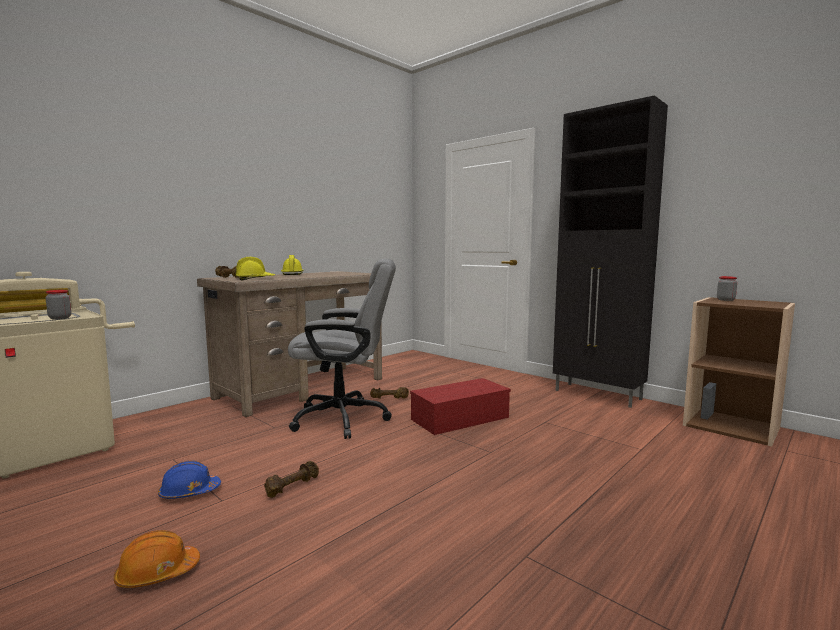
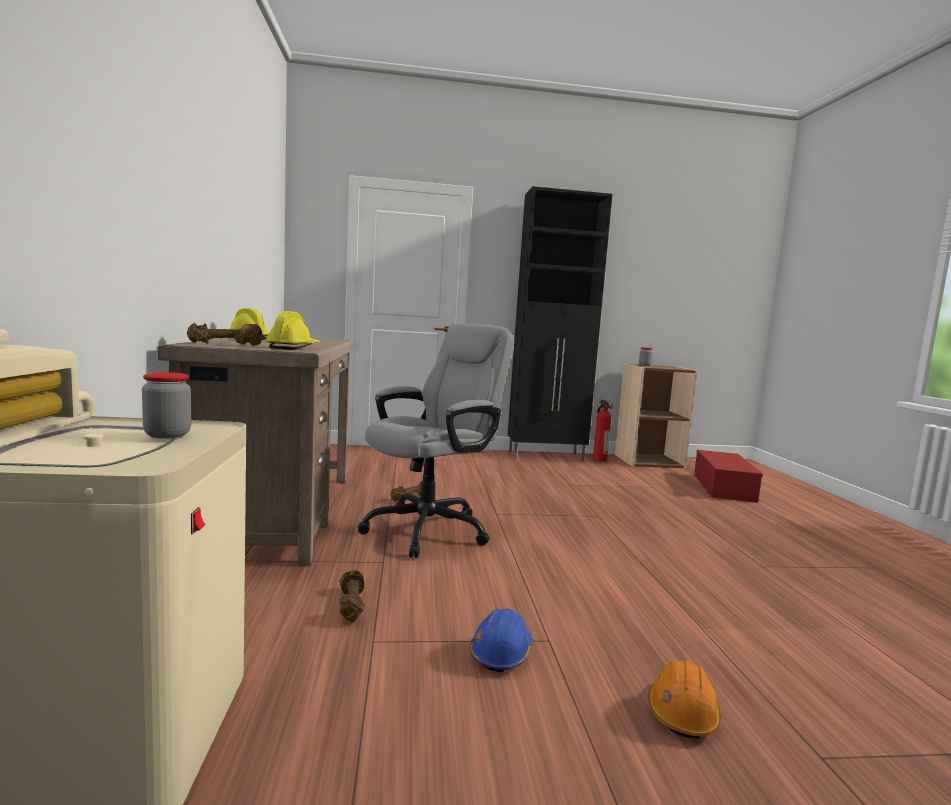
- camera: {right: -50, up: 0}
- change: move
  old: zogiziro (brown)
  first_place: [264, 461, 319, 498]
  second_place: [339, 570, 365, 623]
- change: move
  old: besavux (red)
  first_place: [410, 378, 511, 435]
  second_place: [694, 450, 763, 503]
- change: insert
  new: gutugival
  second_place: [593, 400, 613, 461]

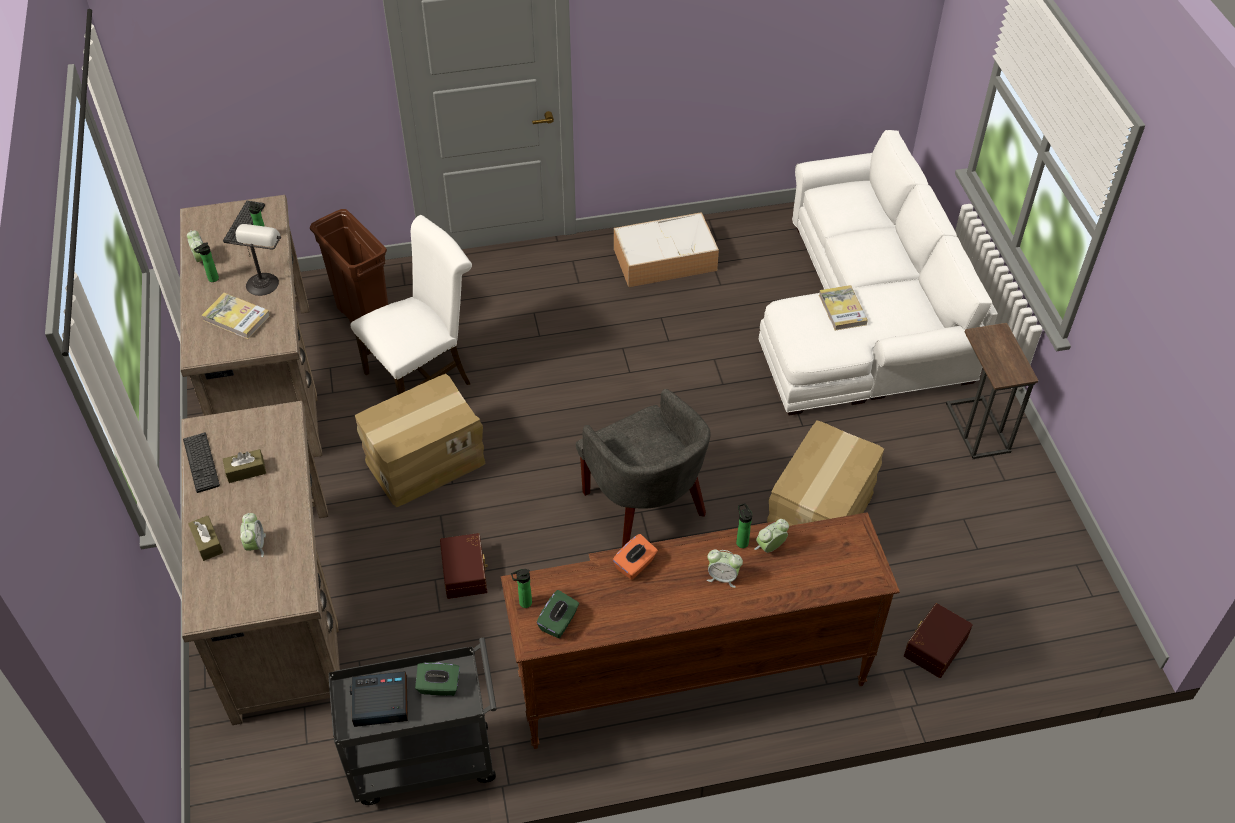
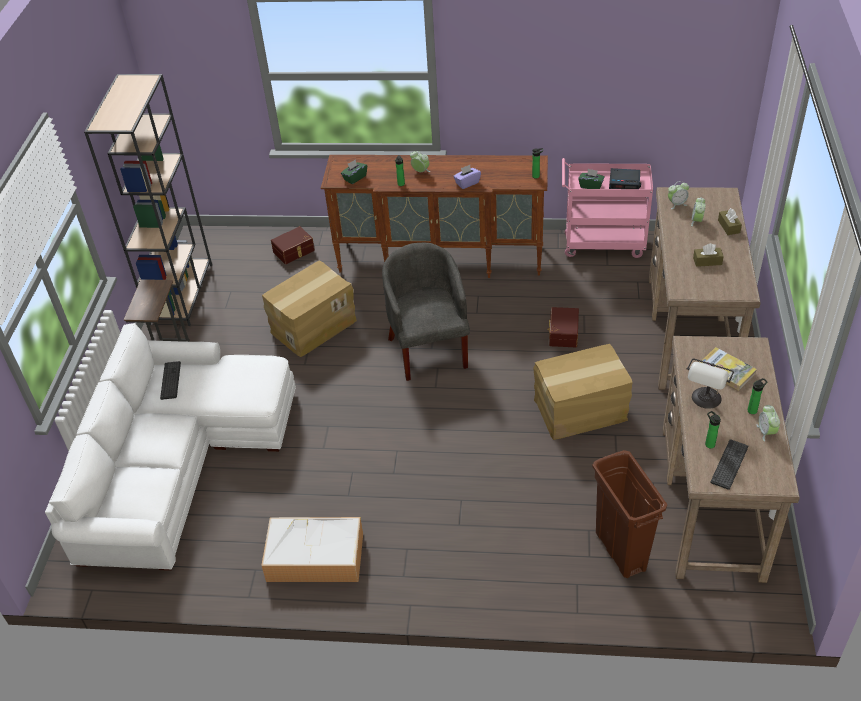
- camera: {right: -160, up: -5}
- change: move
  old: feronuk
  first_place: [183, 433, 220, 493]
  second_place: [160, 361, 181, 400]
- change: recolor
  old: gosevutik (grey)
  new: gosevutik (pink)
  first_place: [329, 637, 497, 805]
  second_place: [562, 158, 653, 258]
- change: delete
  old: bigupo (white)
  first_place: [350, 215, 472, 395]
- change: move
  old: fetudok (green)
  first_place: [536, 590, 579, 638]
  second_place: [341, 159, 367, 184]
- change: recolor
  old: fetudok (orange)
  new: fetudok (purple)
  first_place: [613, 534, 657, 580]
  second_place: [453, 165, 481, 189]
- change: move
  old: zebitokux
  first_place: [754, 519, 789, 553]
  second_place: [668, 181, 689, 209]
- change: delete
  old: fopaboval
  first_place: [819, 285, 868, 331]
- change: insert
  new: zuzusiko
  second_place: [84, 74, 212, 326]

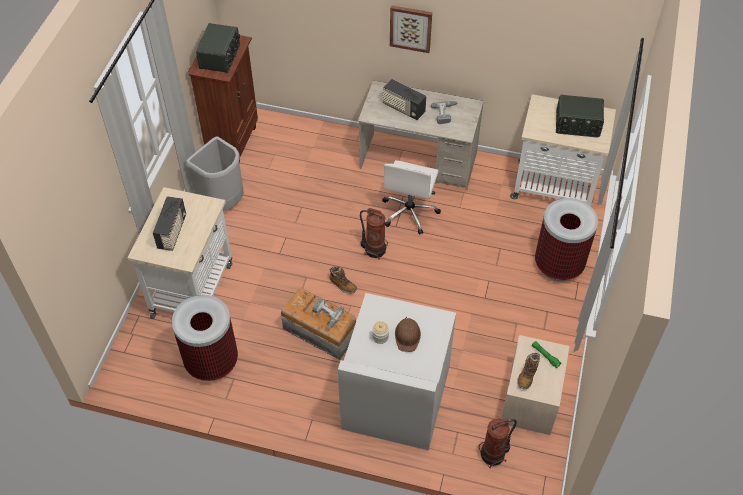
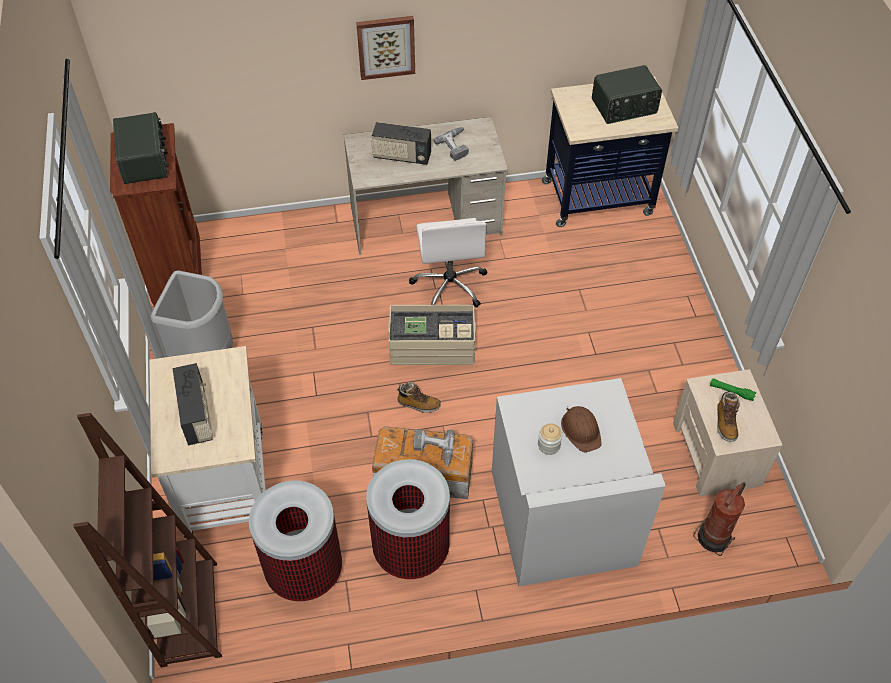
- camera: {right: -25, up: 0}
- change: replace
  old: gutugival
  new: besavux (beige)
  first_place: [360, 208, 388, 260]
  second_place: [388, 305, 476, 365]
- change: recolor
  old: gosevutik (white)
  new: gosevutik (blue)
  first_place: [510, 94, 616, 206]
  second_place: [542, 76, 678, 227]
- change: move
  old: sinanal
  first_place: [535, 198, 598, 281]
  second_place: [366, 459, 450, 579]
- change: insert
  new: zuzusiko (brown)
  second_place: [74, 413, 222, 668]

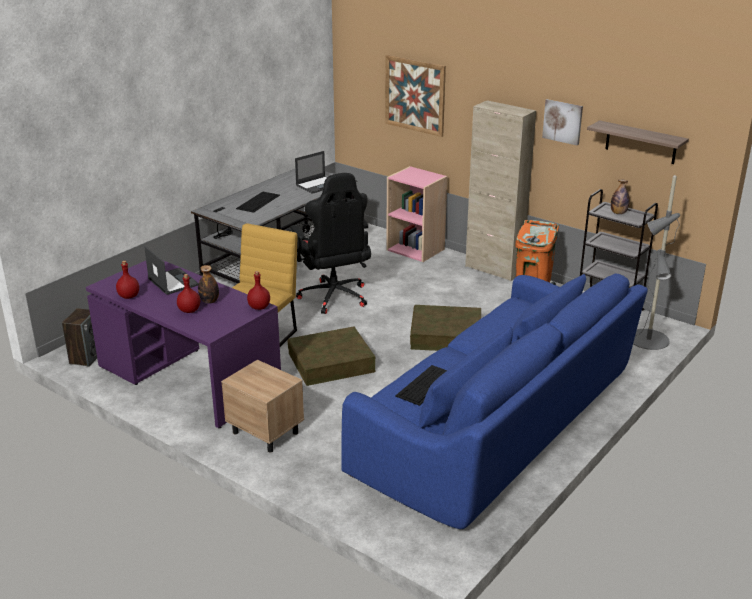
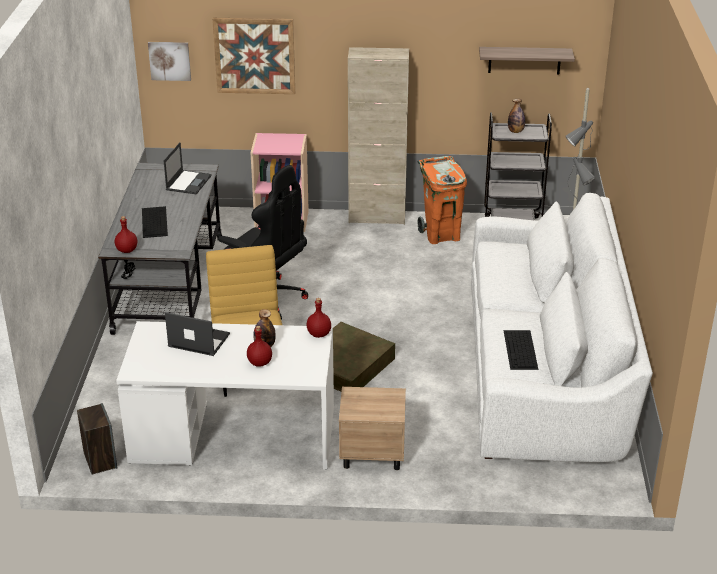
- camera: {right: -35, up: 5}
- change: recolor
  old: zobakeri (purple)
  new: zobakeri (white)
  first_place: [86, 261, 281, 428]
  second_place: [116, 321, 334, 470]
- change: move
  old: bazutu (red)
  first_place: [116, 261, 139, 299]
  second_place: [115, 216, 137, 253]
- change: recolor
  old: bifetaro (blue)
  new: bifetaro (white)
  first_place: [341, 273, 648, 529]
  second_place: [471, 193, 653, 462]
- change: delete
  old: besavux (brown)
  first_place: [410, 305, 481, 351]
- change: move
  old: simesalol
  first_place: [542, 99, 583, 145]
  second_place: [148, 42, 191, 81]

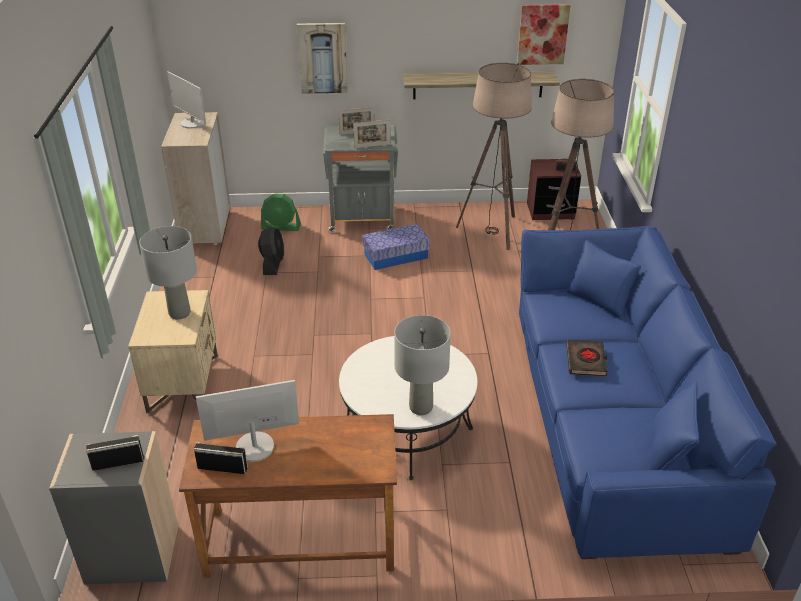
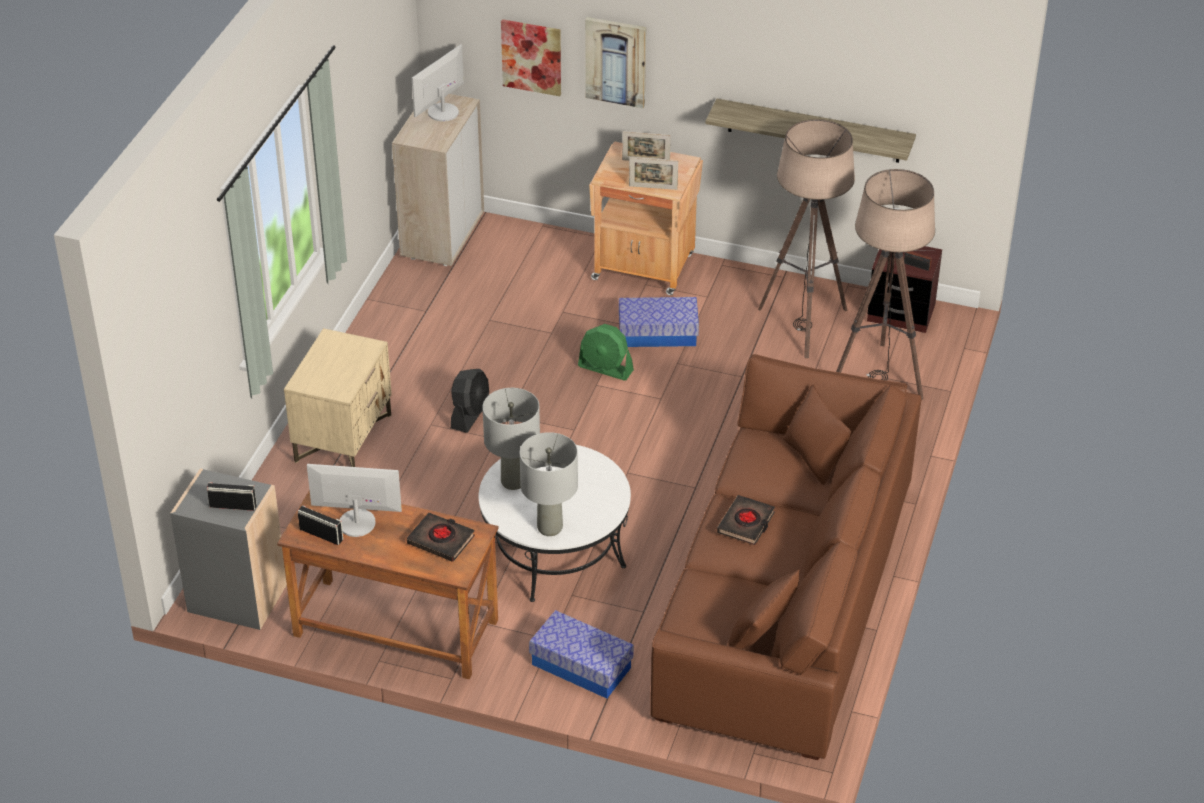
- camera: {right: 20, up: 5}
- change: move
  old: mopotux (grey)
  first_place: [139, 226, 197, 319]
  second_place: [483, 388, 540, 490]
- change: rotate
  old: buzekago
  first_place: [167, 71, 206, 129]
  second_place: [412, 44, 464, 122]
  degrees: 60
- change: move
  old: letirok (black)
  first_place: [258, 227, 284, 275]
  second_place: [451, 369, 489, 433]
- change: move
  old: letirok (green)
  first_place: [261, 193, 301, 231]
  second_place: [578, 324, 634, 381]
- change: recolor
  old: gosevutik (grey)
  new: gosevutik (brown)
  first_place: [323, 125, 398, 233]
  second_place: [589, 141, 703, 296]
- change: move
  old: simesalol
  first_place: [517, 4, 570, 65]
  second_place: [501, 19, 561, 96]
- change: recolor
  old: bifetaro (blue)
  new: bifetaro (brown)
  first_place: [519, 226, 777, 559]
  second_place: [650, 354, 922, 760]
- change: insert
  new: fopaboval (black)
  second_place: [407, 513, 475, 562]
- change: insert
  new: besavux
  second_place: [529, 610, 634, 698]

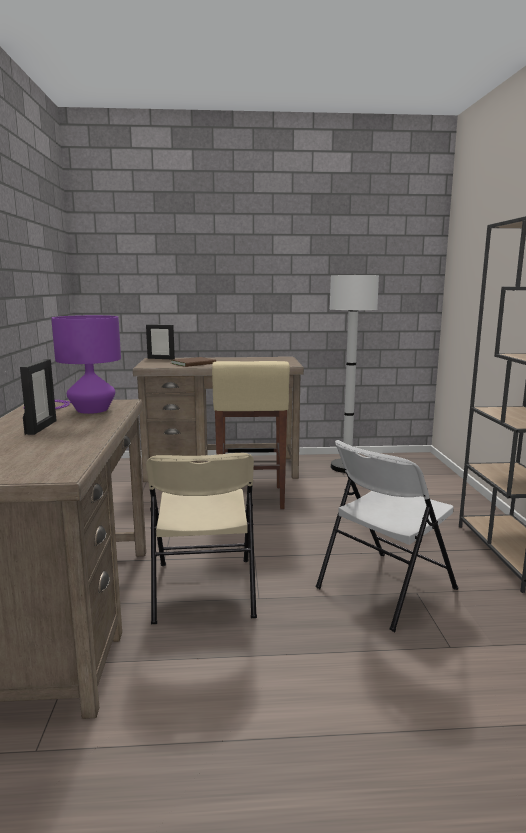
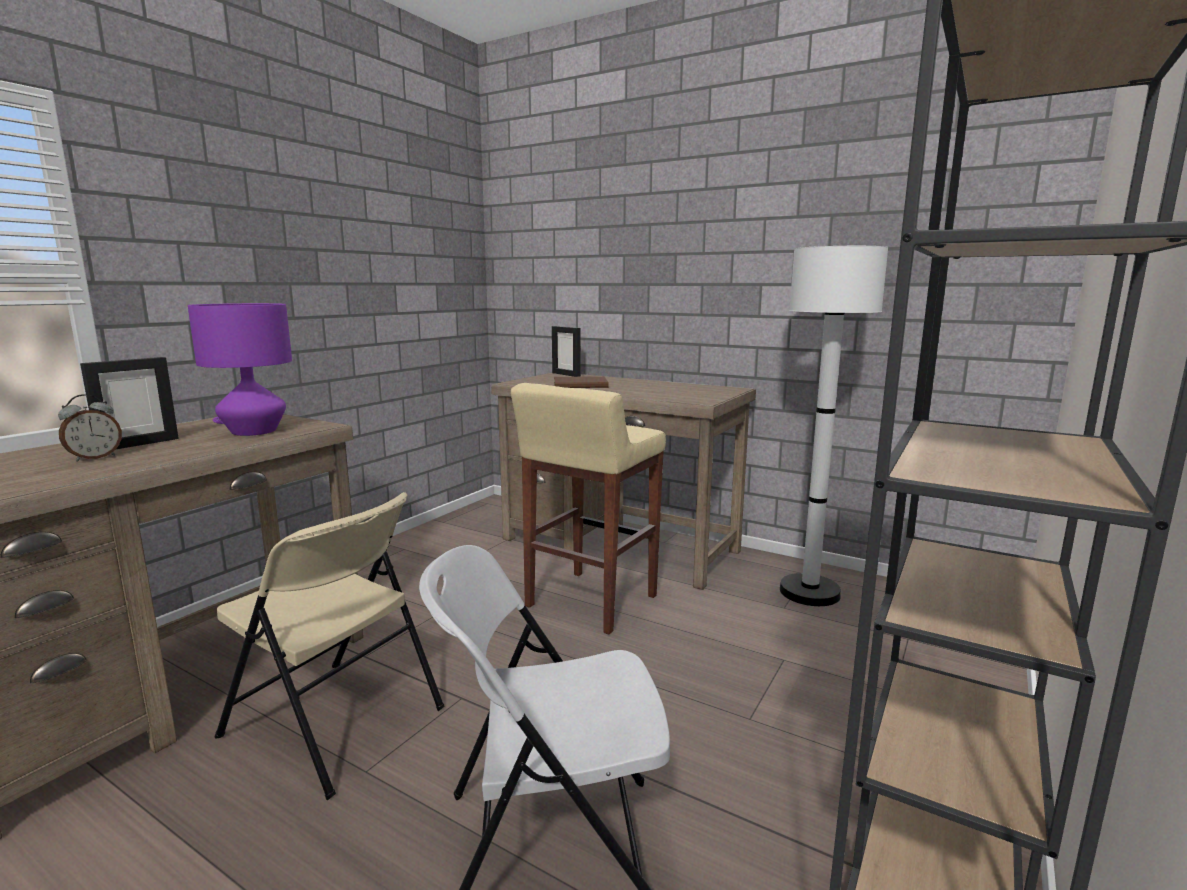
- camera: {right: 35, up: 0}
- change: rotate
  old: bigupo (beige)
  first_place: [146, 453, 257, 624]
  second_place: [215, 492, 444, 801]
  degrees: -90
- change: insert
  new: zebitokux
  second_place: [58, 394, 122, 462]

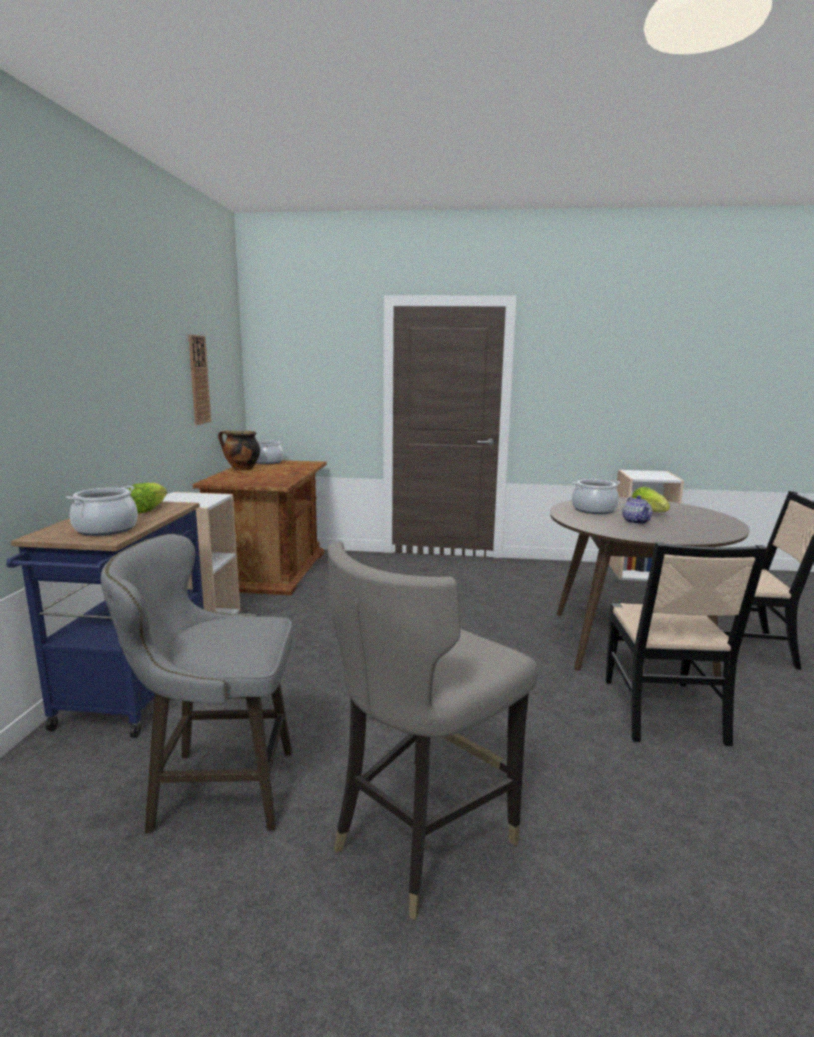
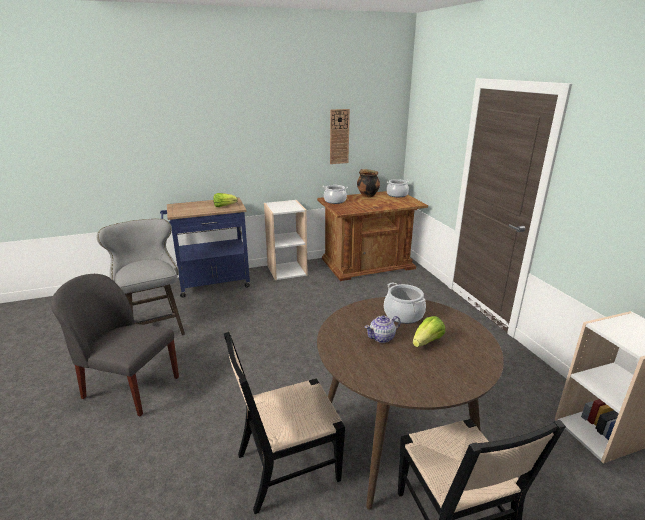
- camera: {right: 65, up: 10}
- change: move
  old: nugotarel
  first_place: [66, 486, 138, 536]
  second_place: [323, 185, 348, 204]
- change: replace
  old: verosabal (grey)
  new: bigupo (grey)
  first_place: [328, 541, 538, 920]
  second_place: [51, 274, 179, 417]

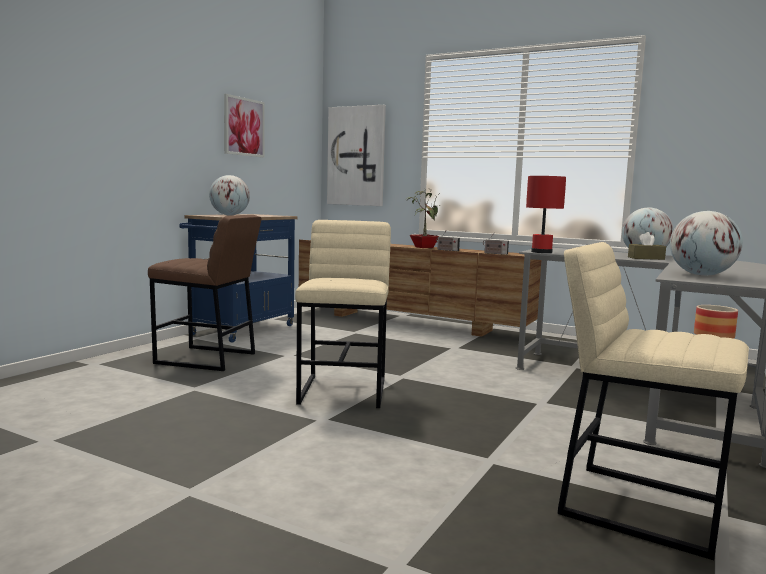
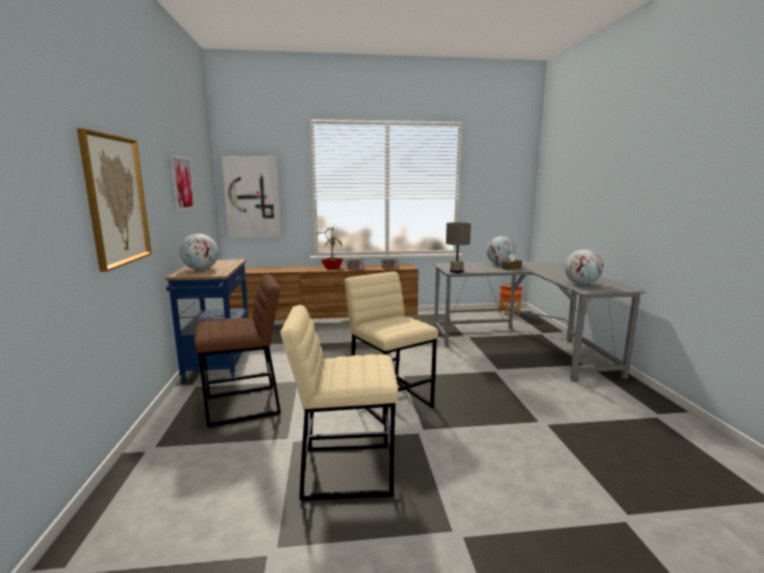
- camera: {right: -35, up: 5}
- change: recolor
  old: mopotux (red)
  new: mopotux (grey)
  first_place: [526, 176, 566, 253]
  second_place: [446, 222, 471, 273]
- change: move
  old: bigupo (beige)
  first_place: [558, 242, 749, 560]
  second_place: [281, 305, 398, 500]
- change: insert
  new: simesalol
  second_place: [77, 128, 152, 272]

